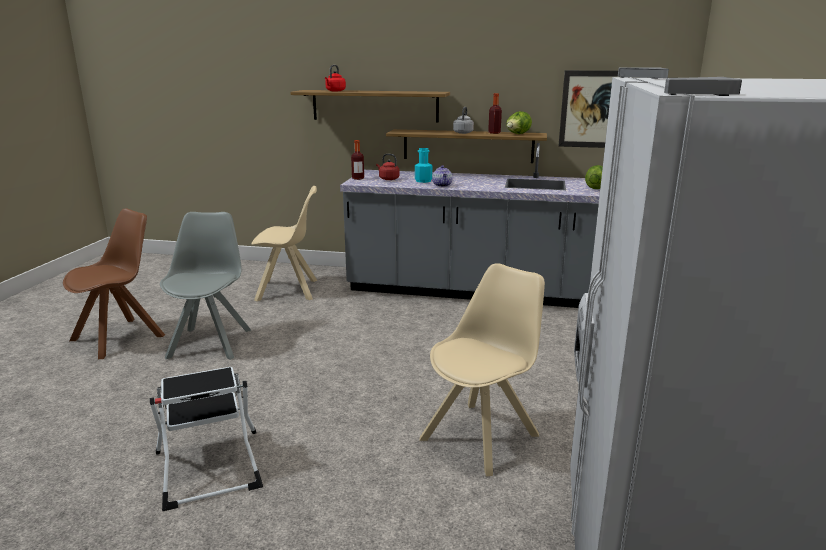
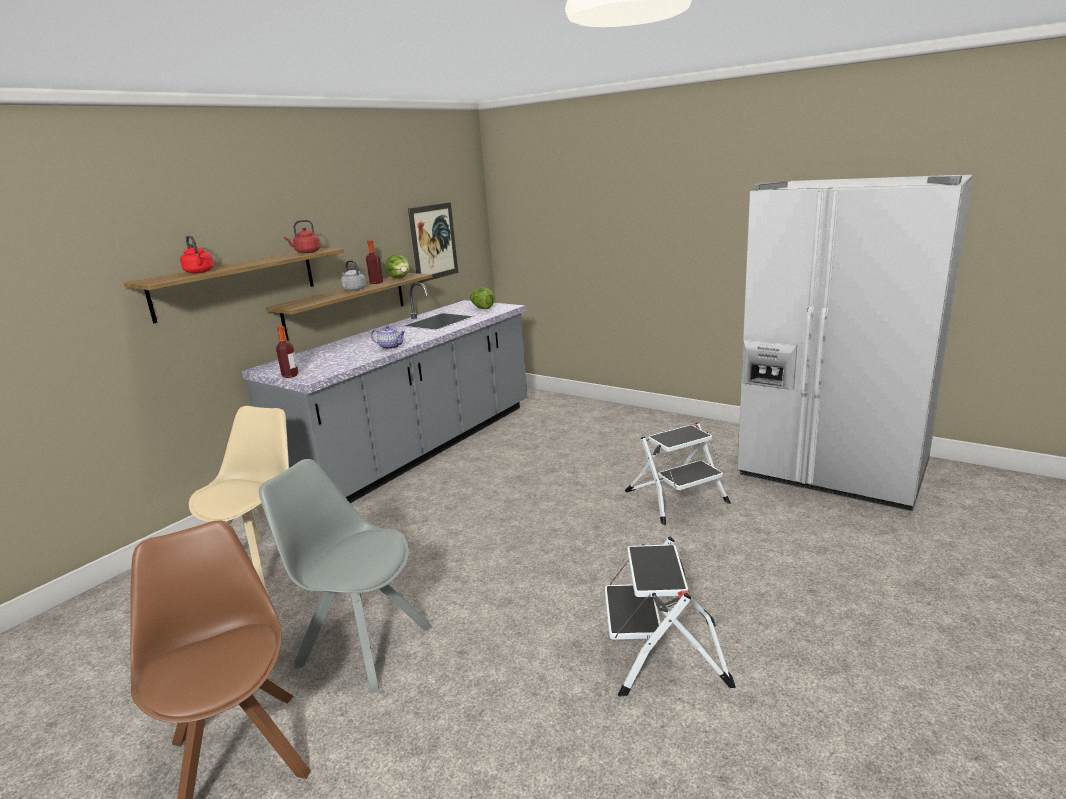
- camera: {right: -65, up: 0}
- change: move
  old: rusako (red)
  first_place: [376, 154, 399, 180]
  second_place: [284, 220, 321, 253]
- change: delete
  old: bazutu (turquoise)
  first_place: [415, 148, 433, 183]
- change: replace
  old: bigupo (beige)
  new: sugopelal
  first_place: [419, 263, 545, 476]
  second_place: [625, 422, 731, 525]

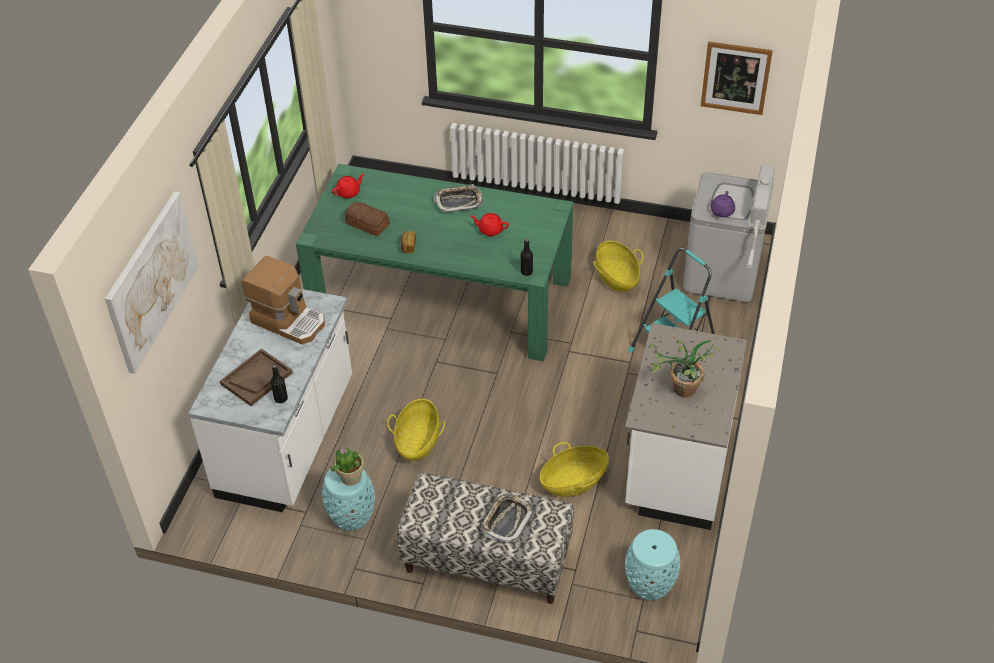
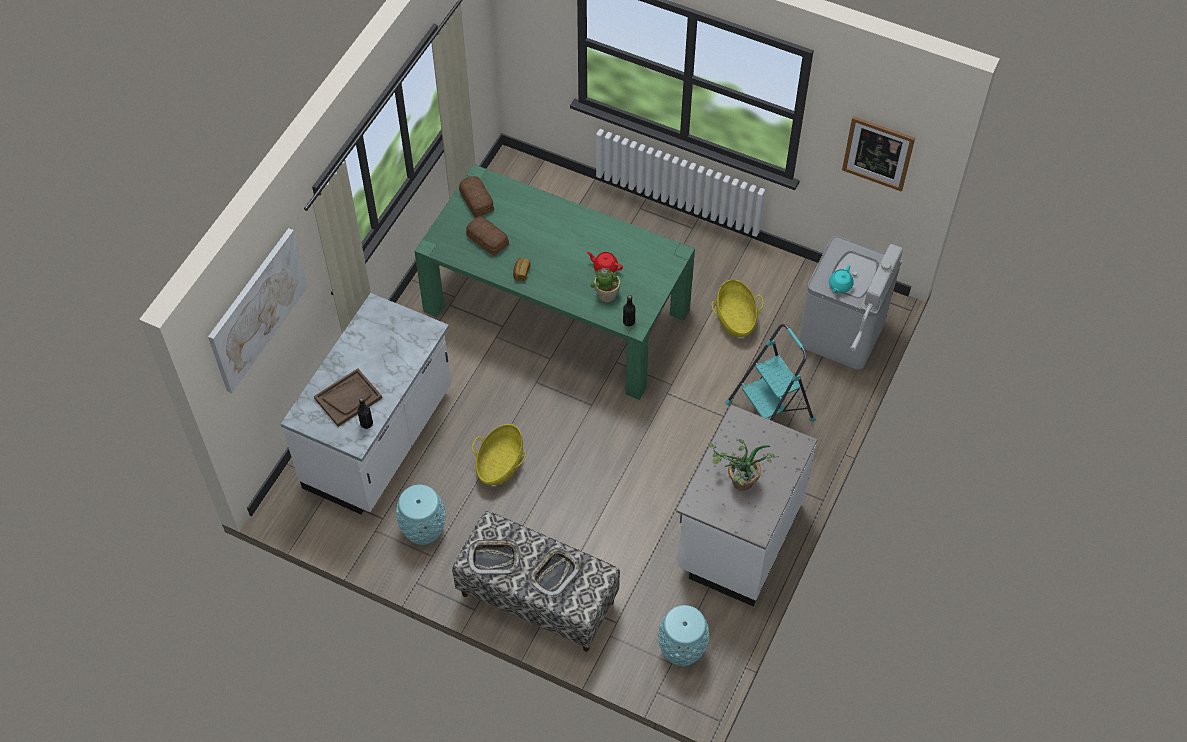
- camera: {right: 10, up: 10}
- change: delete
  old: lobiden
  first_place: [242, 256, 325, 344]
- change: move
  old: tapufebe
  first_place: [330, 447, 364, 486]
  second_place: [591, 267, 620, 302]
- change: replace
  old: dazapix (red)
  new: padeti
  first_place: [332, 173, 364, 198]
  second_place: [459, 176, 494, 217]
- change: move
  old: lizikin
  first_place: [434, 184, 483, 213]
  second_place: [467, 539, 521, 575]
- change: delete
  old: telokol
  first_place: [540, 442, 609, 497]
- change: recolor
  old: dazapix (purple)
  new: dazapix (turquoise)
  first_place: [711, 191, 735, 217]
  second_place: [829, 265, 854, 293]

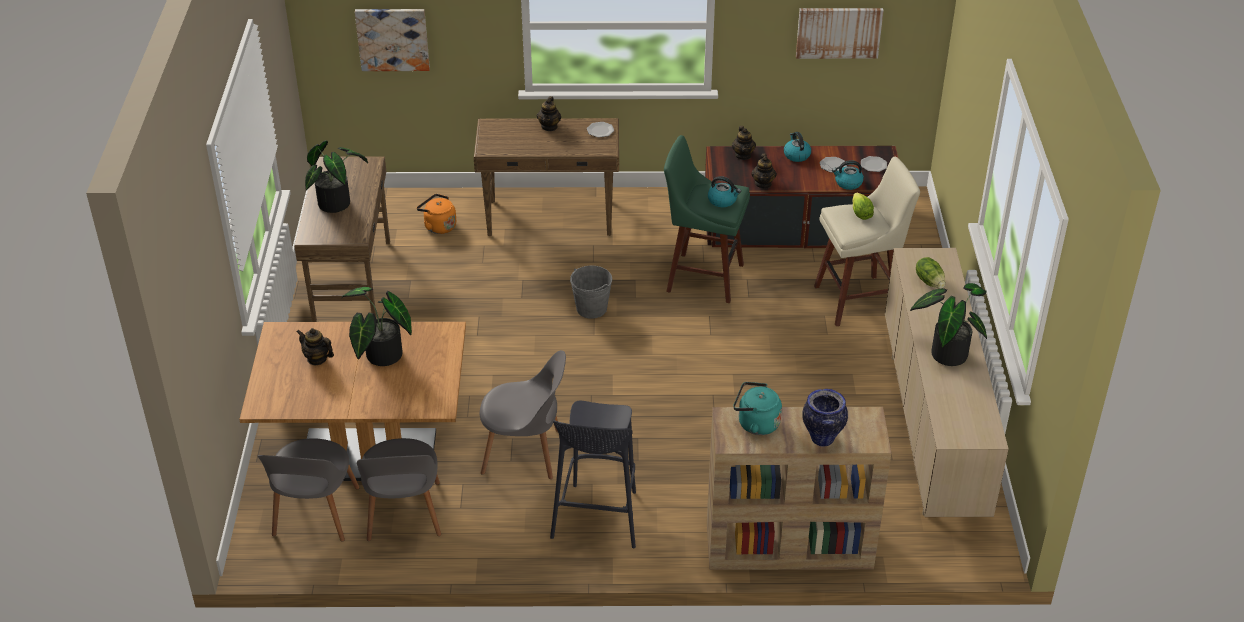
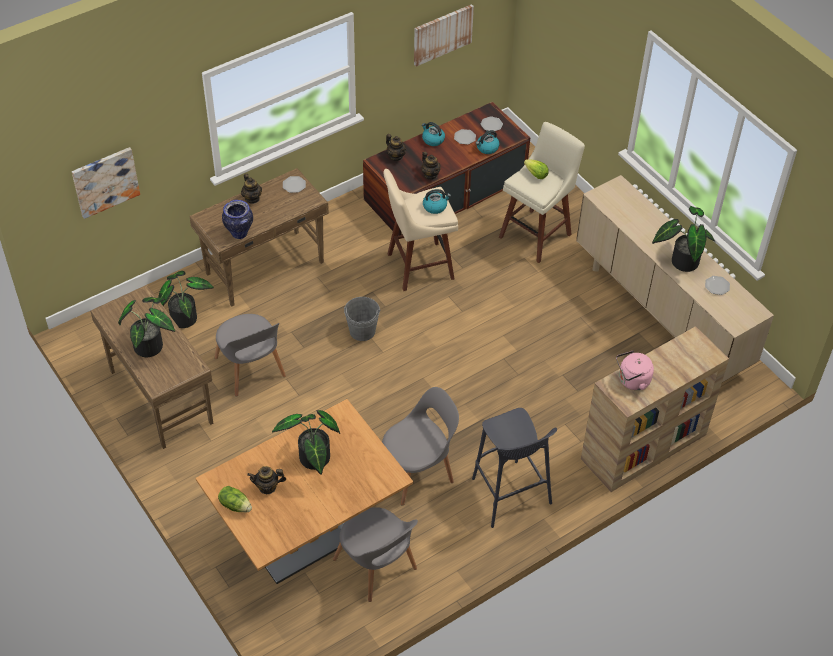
- camera: {right: -35, up: 10}
- change: move
  old: bigupo (grey)
  first_place: [258, 438, 360, 542]
  second_place: [215, 314, 286, 397]
- change: replace
  old: rusako (orange)
  new: tapufebe
  first_place: [417, 194, 456, 234]
  second_place: [158, 271, 214, 328]
- change: recolor
  old: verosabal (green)
  new: verosabal (beige)
  first_place: [664, 135, 750, 303]
  second_place: [384, 169, 458, 291]
- change: recolor
  old: rusako (turquoise)
  new: rusako (pink)
  first_place: [733, 382, 782, 435]
  second_place: [616, 350, 654, 390]
- change: move
  old: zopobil
  first_place: [802, 389, 848, 447]
  second_place: [222, 200, 253, 239]
- change: move
  old: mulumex
  first_place: [916, 257, 945, 289]
  second_place: [218, 486, 252, 512]
- change: insert
  new: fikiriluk
  second_place: [705, 276, 730, 295]

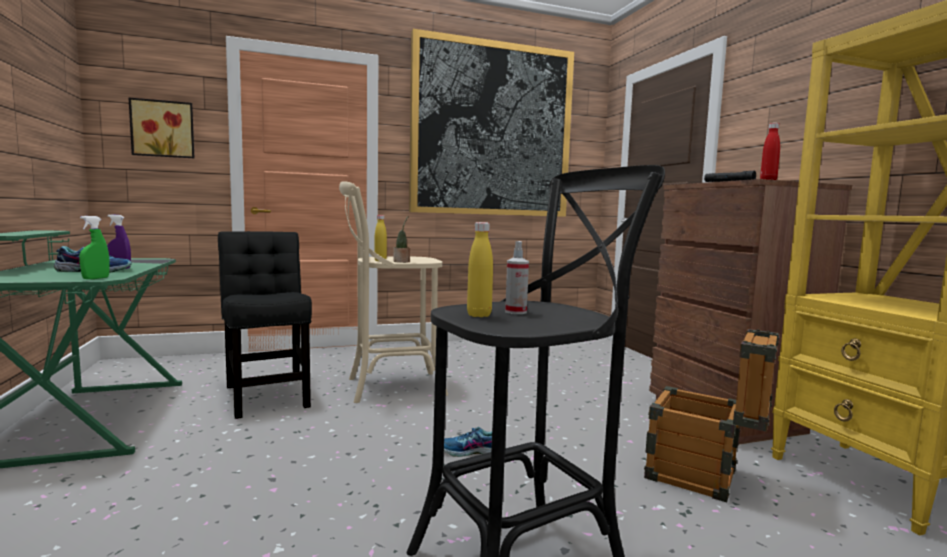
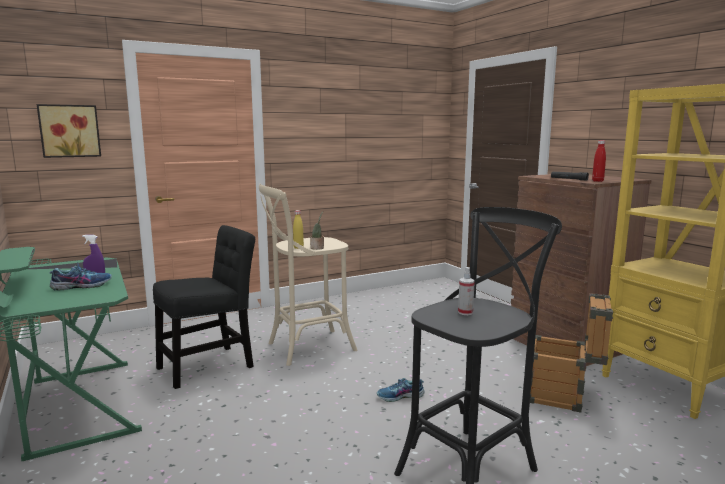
- camera: {right: -10, up: 5}
- change: delete
  old: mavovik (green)
  first_place: [79, 216, 110, 279]
- change: rotate
  old: bigupo (black)
  first_place: [218, 231, 312, 419]
  second_place: [153, 225, 255, 389]
  degrees: 90
- change: delete
  old: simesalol
  first_place: [409, 29, 574, 217]
- change: delete
  old: bazutu (yellow)
  first_place: [467, 222, 493, 317]

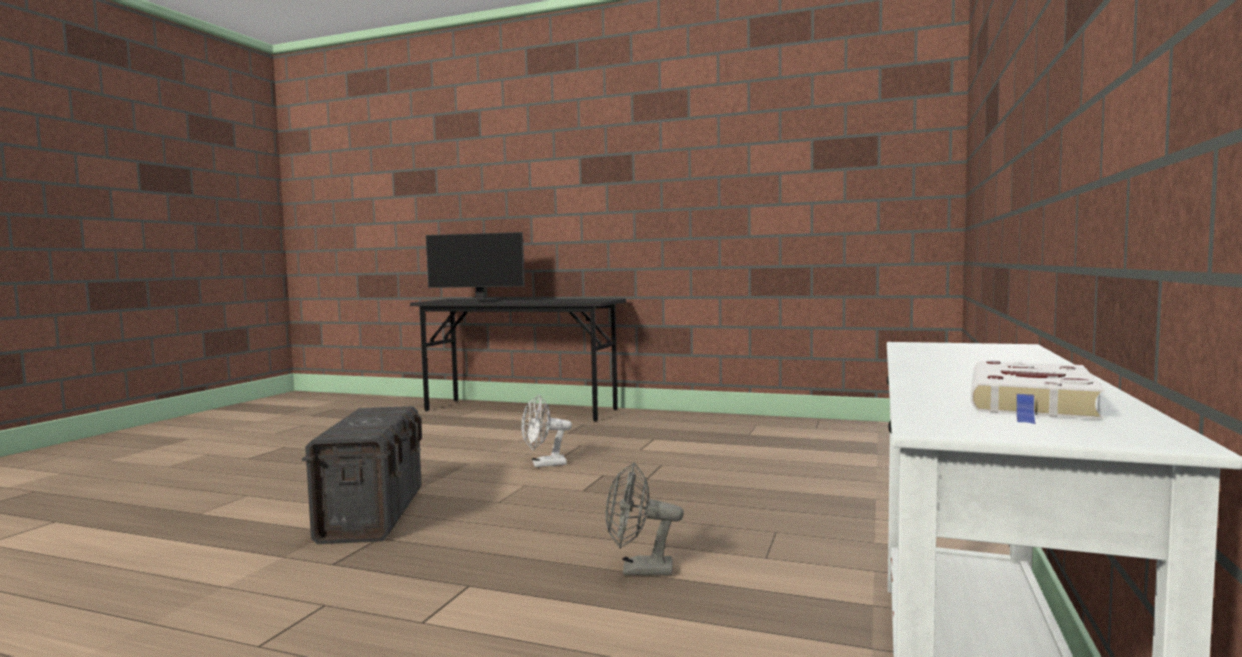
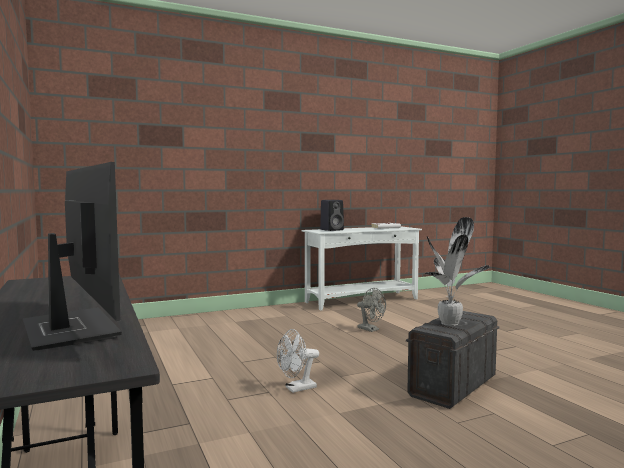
- camera: {right: -135, up: 0}
- change: rotate
  old: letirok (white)
  first_place: [521, 395, 572, 467]
  second_place: [277, 329, 319, 393]
  degrees: 120
- change: insert
  new: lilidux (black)
  second_place: [320, 200, 344, 231]
- change: insert
  new: tapufebe
  second_place: [425, 217, 489, 326]

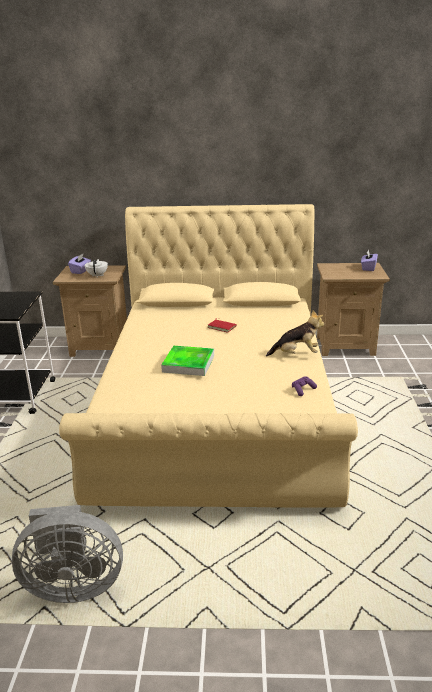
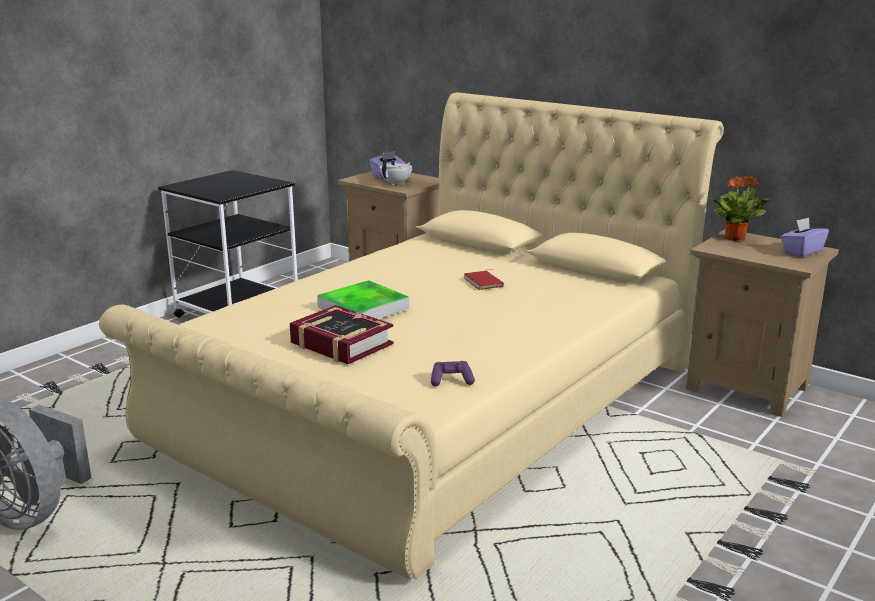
- camera: {right: 35, up: -5}
- change: delete
  old: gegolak
  first_place: [266, 310, 325, 356]
- change: insert
  new: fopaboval
  second_place: [290, 305, 394, 365]
- change: insert
  new: tapufebe
  second_place: [711, 176, 772, 241]

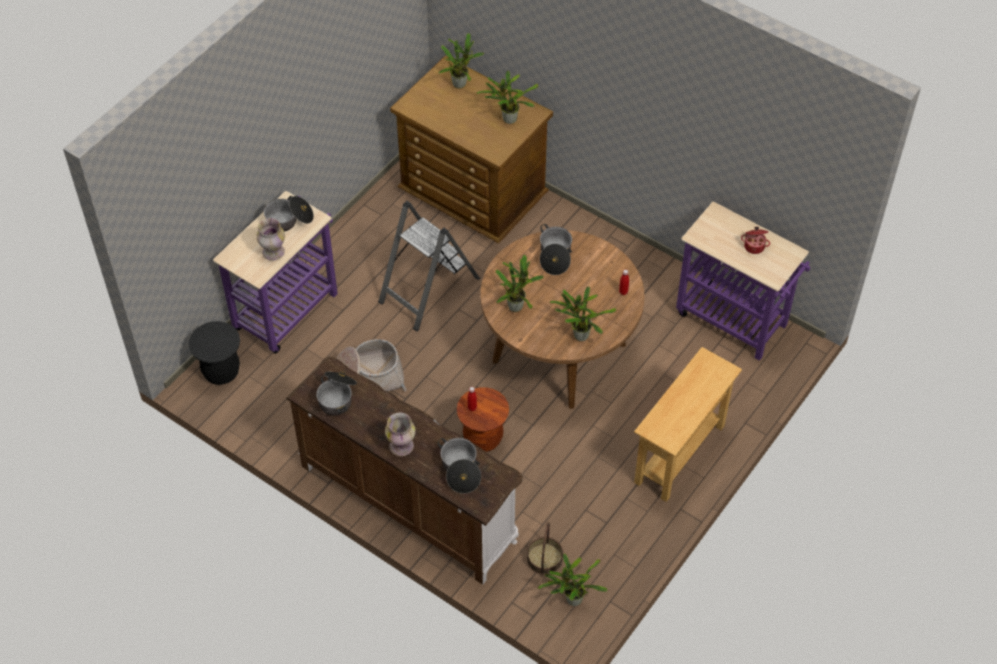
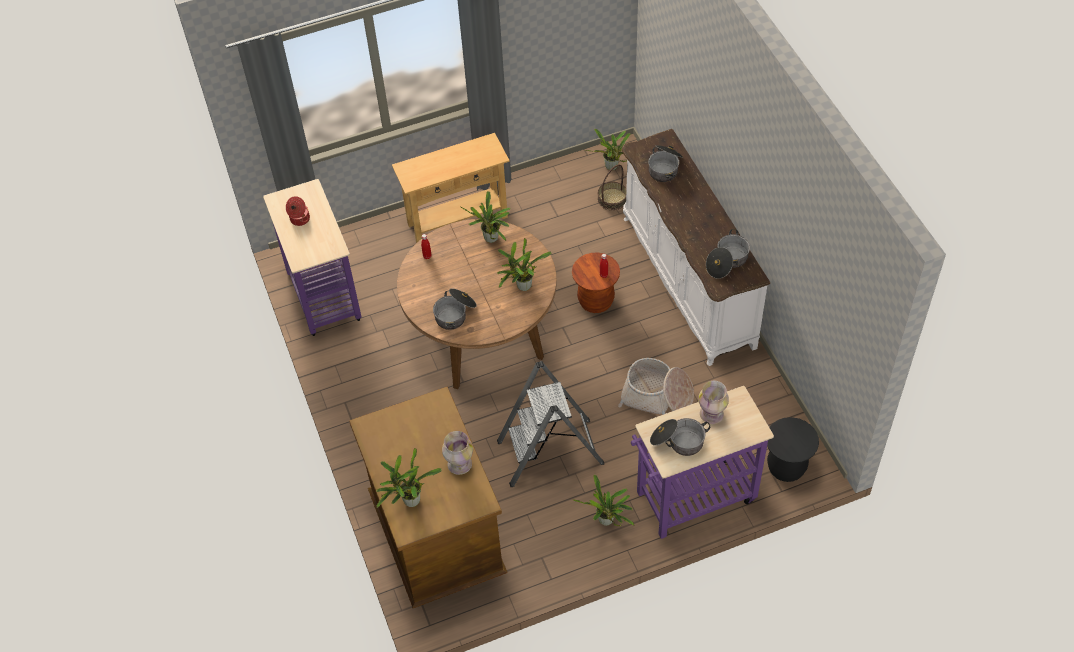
- camera: {right: -145, up: 0}
- change: move
  old: zopobil
  first_place: [385, 413, 416, 456]
  second_place: [442, 431, 473, 475]
- change: move
  old: tapufebe
  first_place: [476, 71, 538, 124]
  second_place: [572, 475, 635, 526]

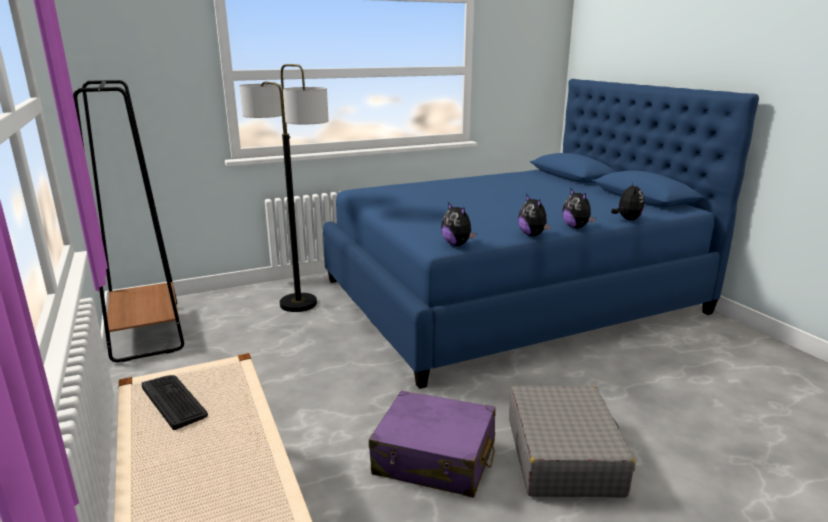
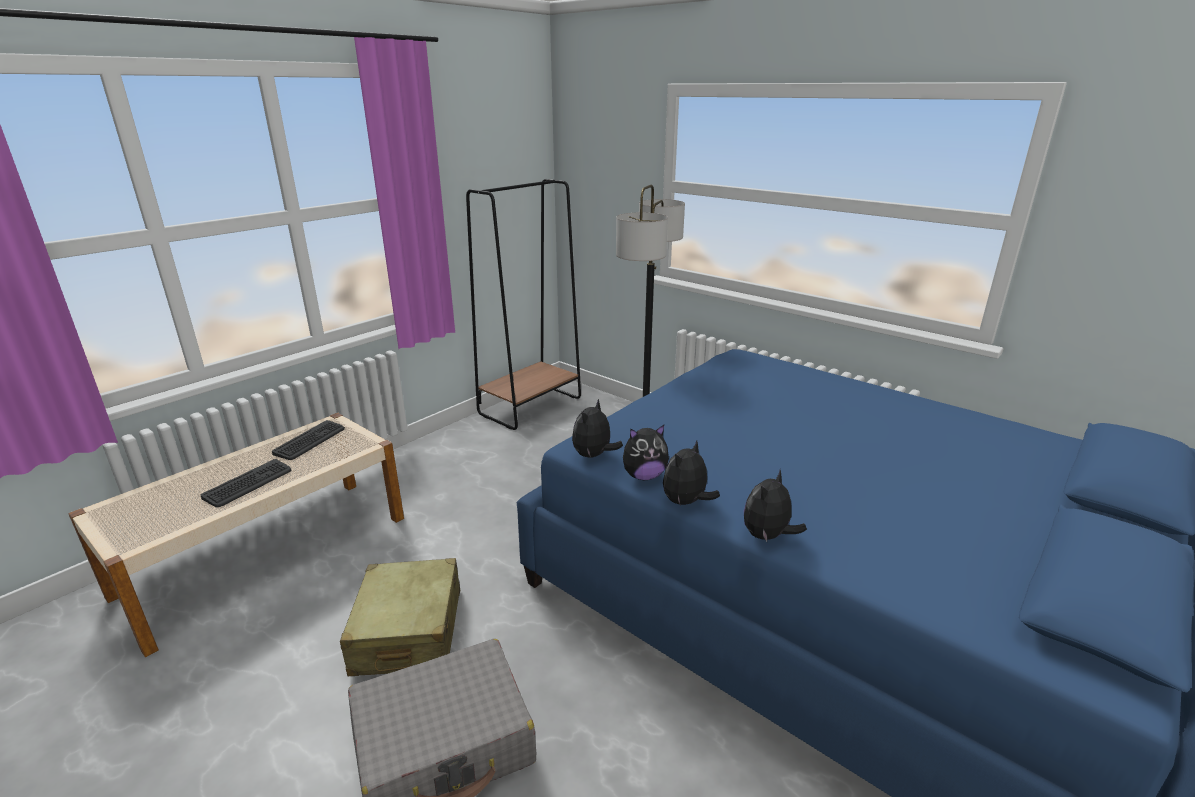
- camera: {right: 65, up: 5}
- change: recolor
  old: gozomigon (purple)
  new: gozomigon (beige)
  first_place: [369, 391, 496, 498]
  second_place: [340, 558, 460, 676]
- change: move
  old: gegolak
  first_place: [611, 181, 644, 220]
  second_place: [623, 425, 669, 480]
- change: insert
  new: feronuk
  second_place: [201, 459, 291, 507]

